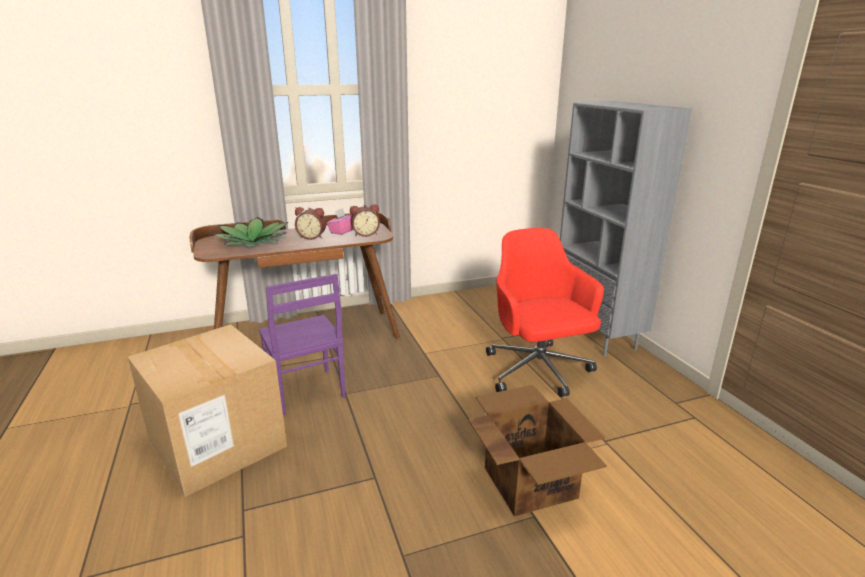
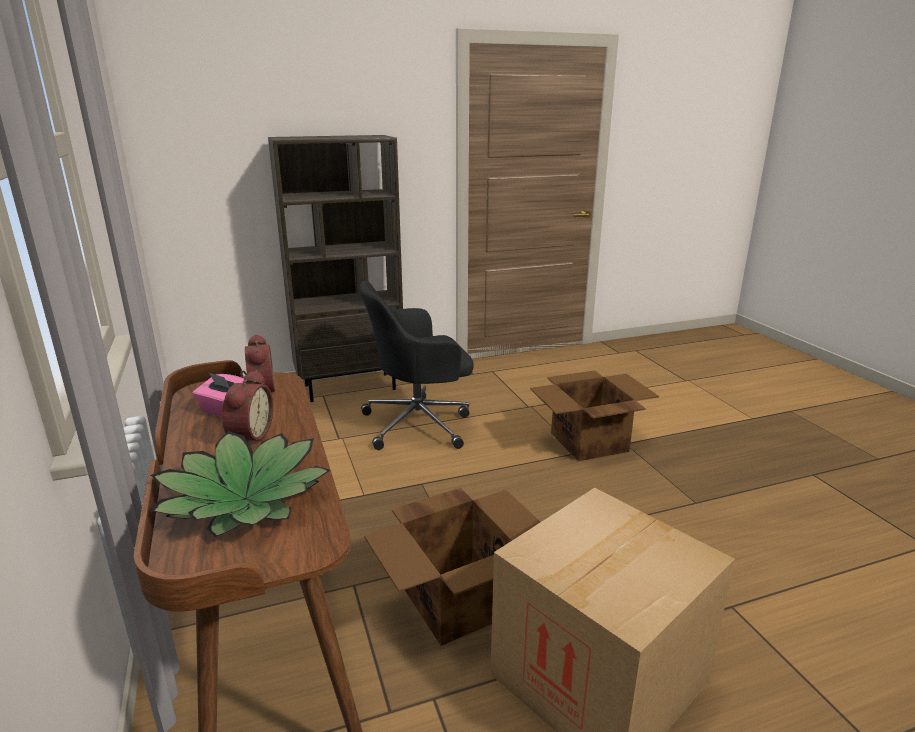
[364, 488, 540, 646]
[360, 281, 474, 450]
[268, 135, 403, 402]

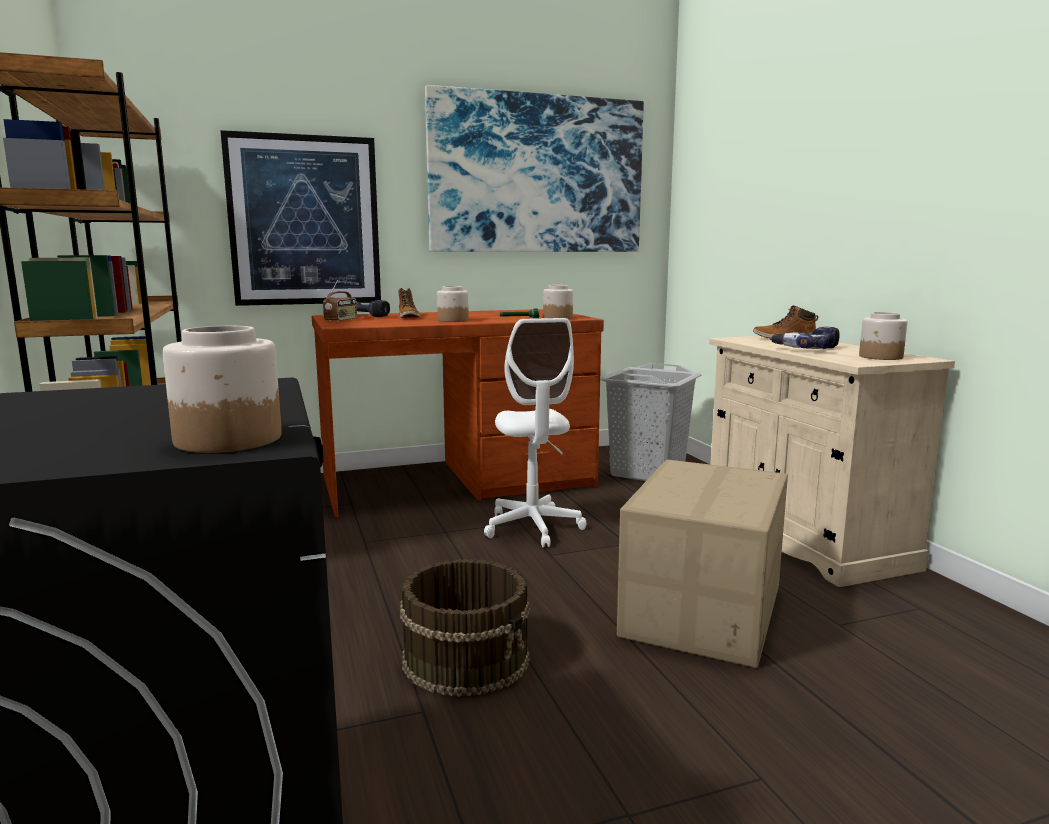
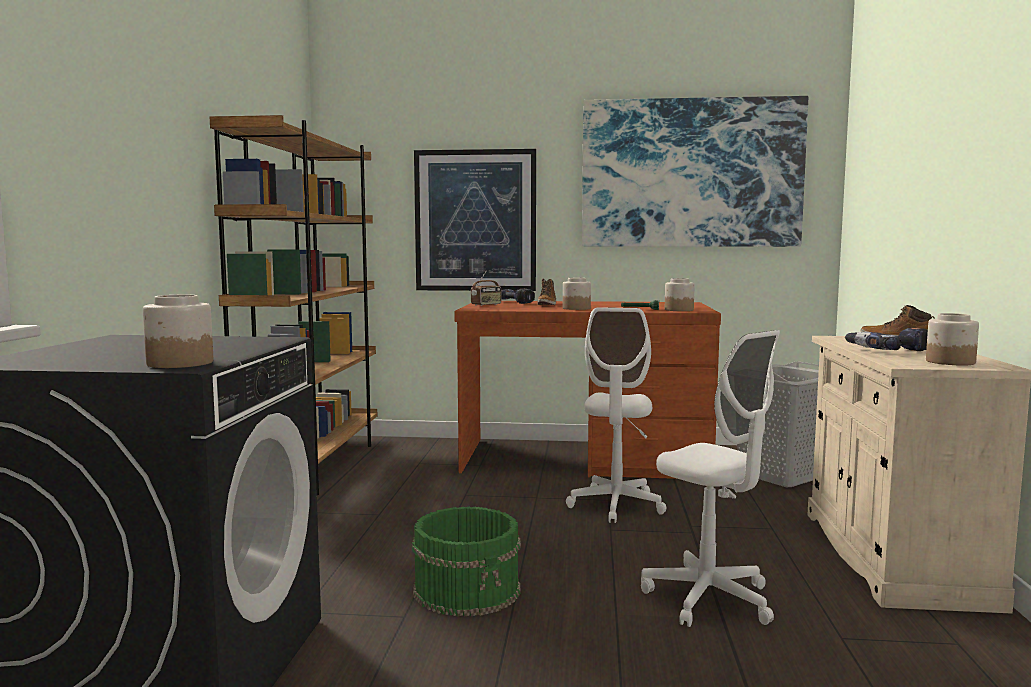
[412, 506, 521, 617]
[641, 330, 780, 627]

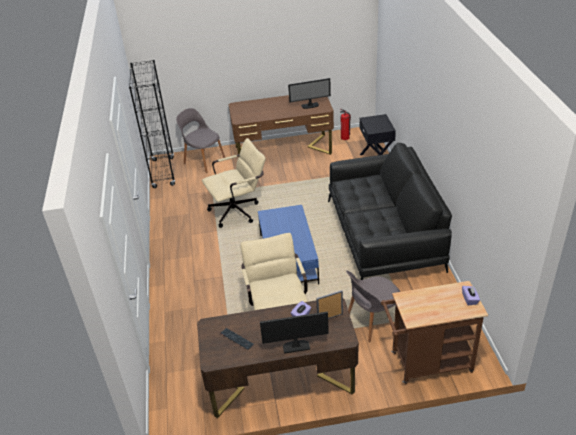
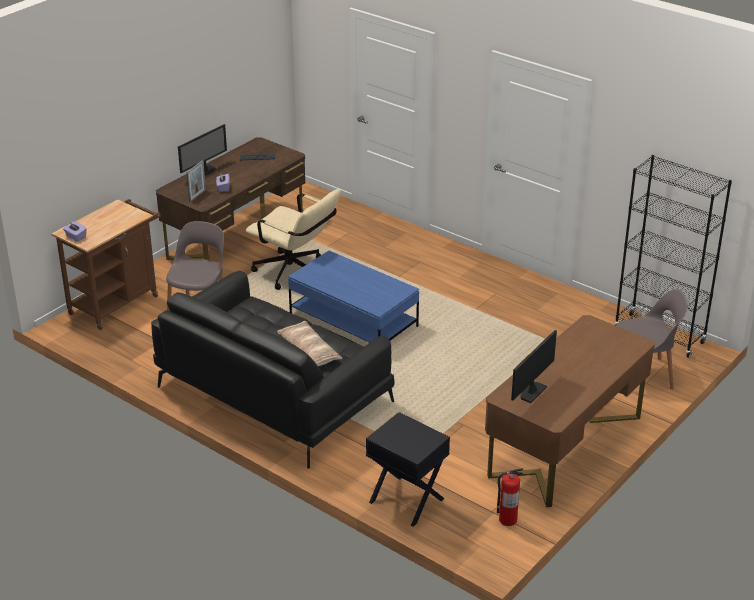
[202, 138, 266, 228] (first image)
[277, 321, 342, 366]

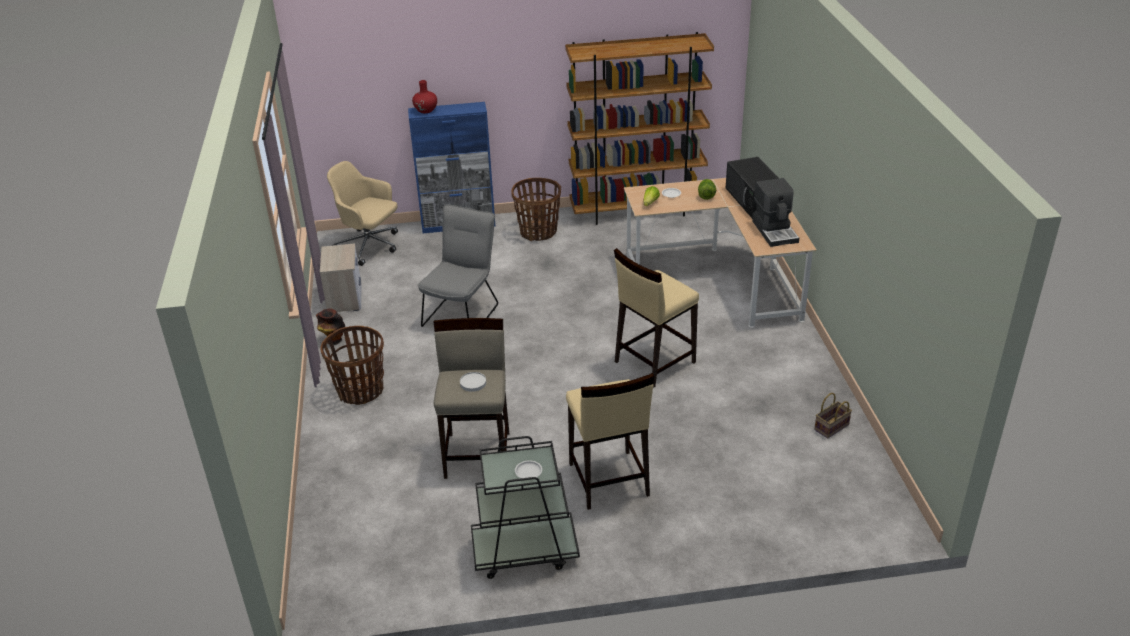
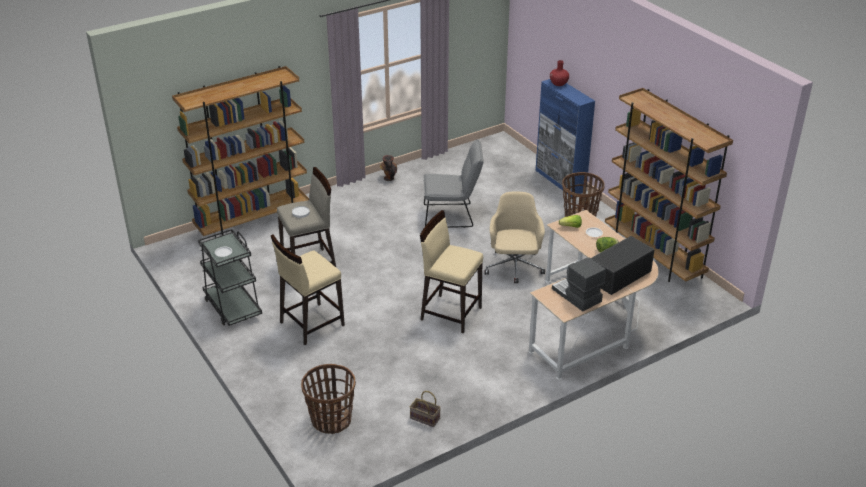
[320, 243, 362, 312] (first image)
[301, 364, 356, 434]
[485, 191, 545, 283]
[552, 257, 606, 312]
[172, 66, 309, 236]

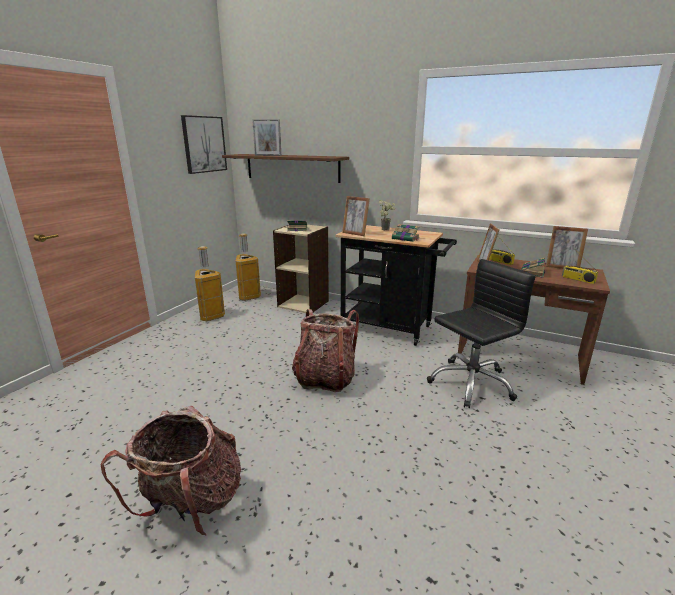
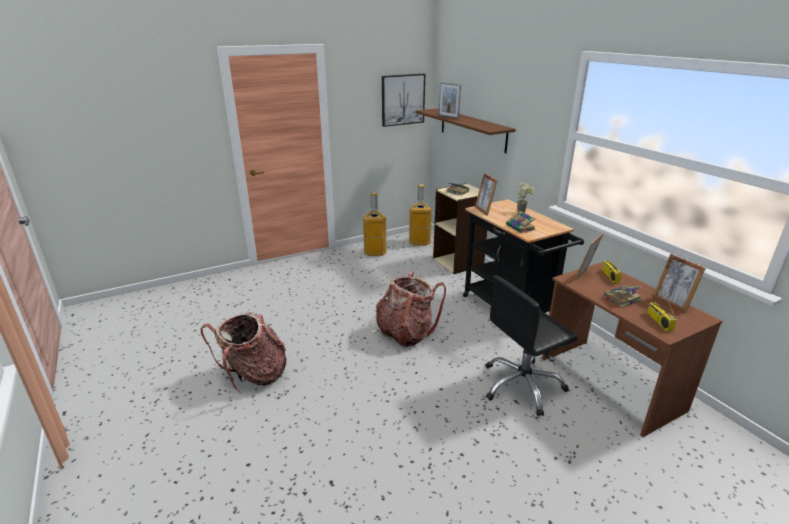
[485, 275, 578, 416]

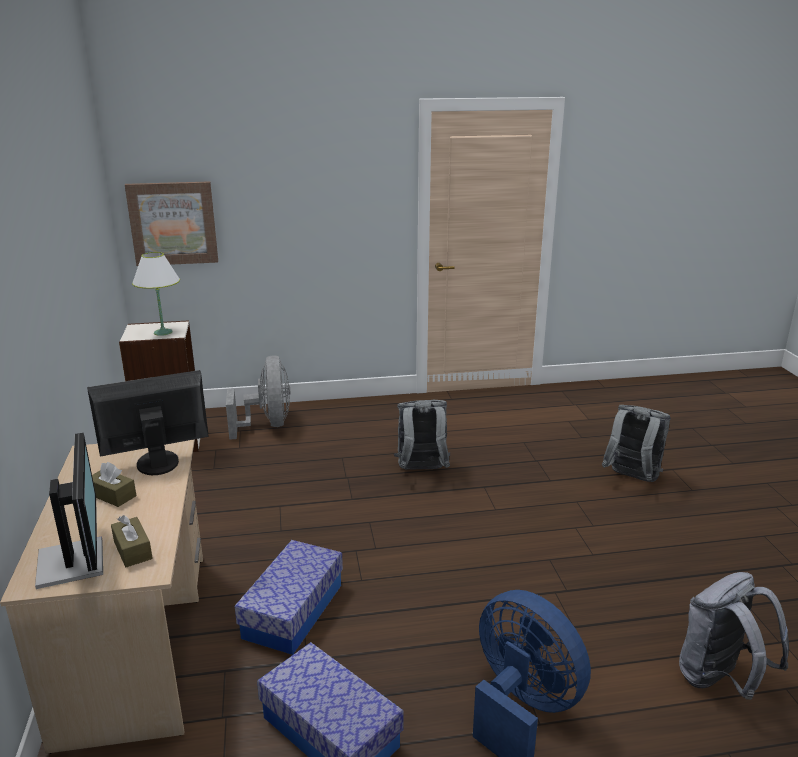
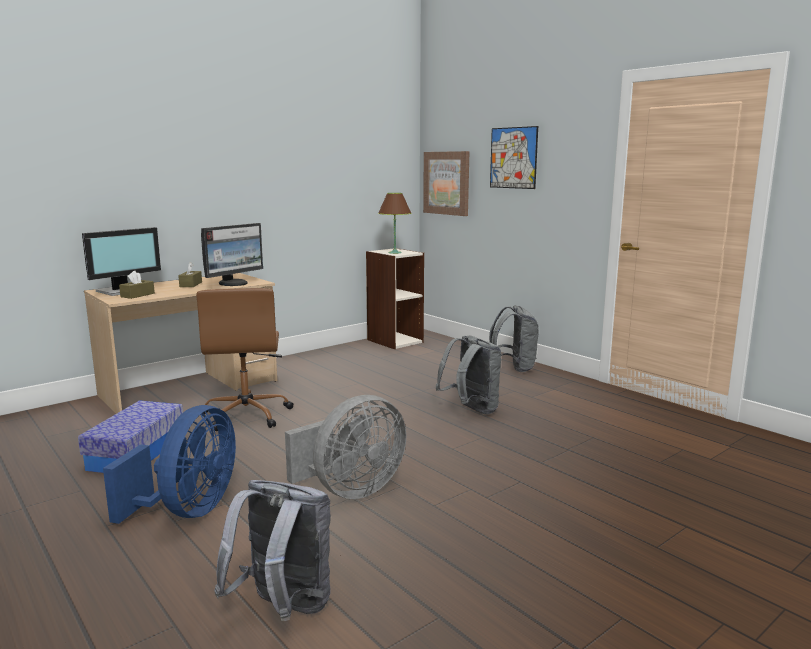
[201, 223, 263, 286]
[378, 193, 411, 254]
[285, 395, 406, 499]
[196, 288, 294, 431]
[489, 305, 539, 372]
[490, 126, 538, 189]

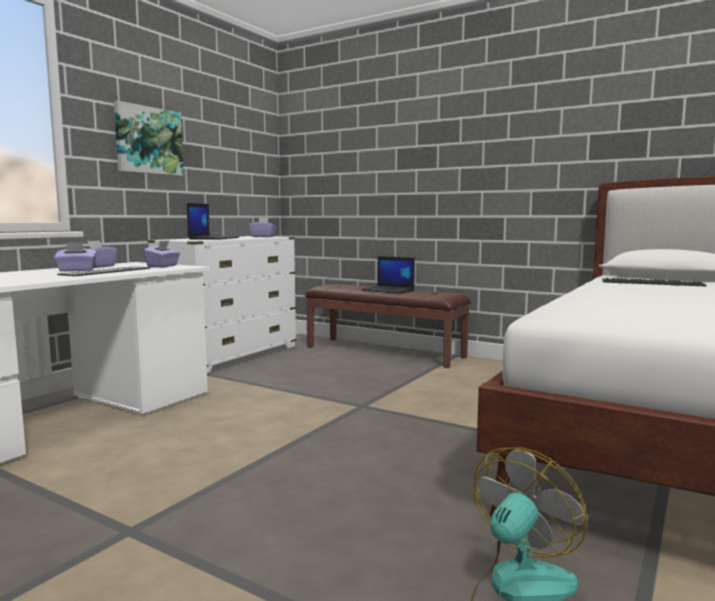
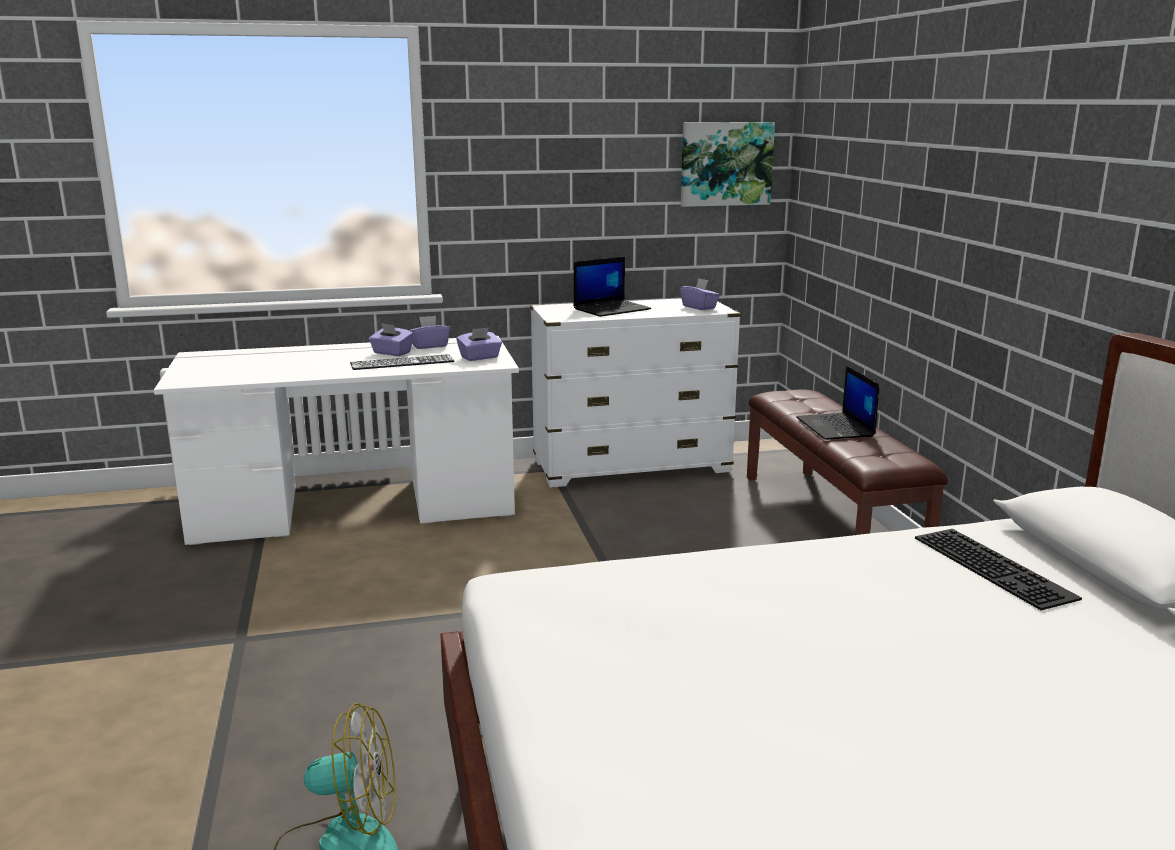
[681, 122, 775, 207]

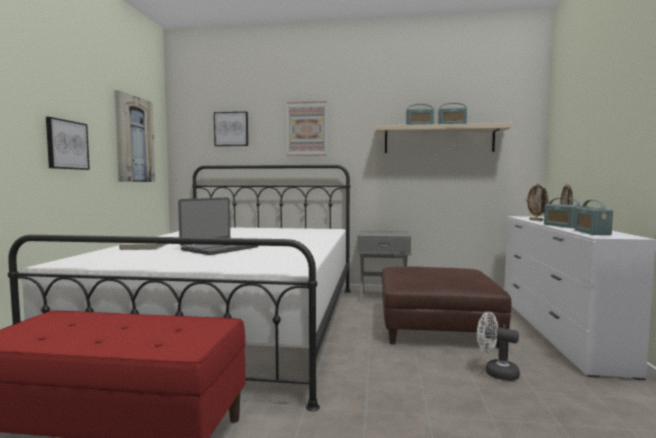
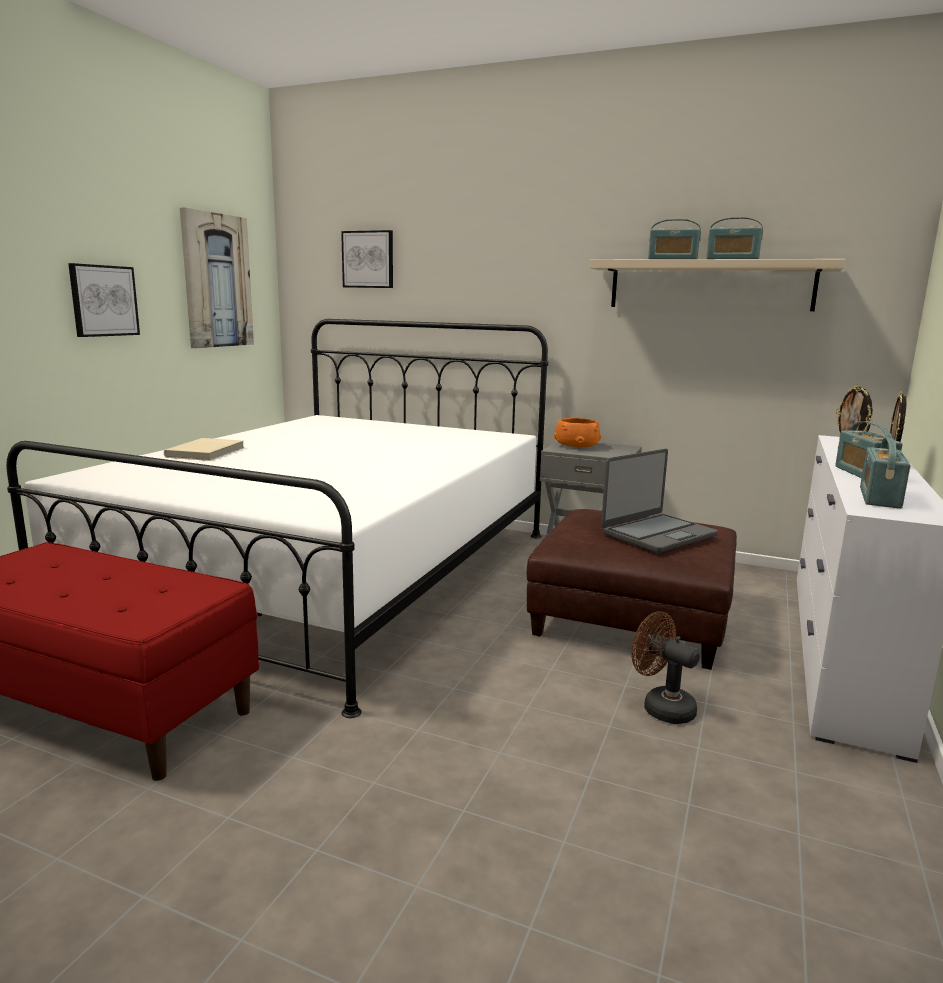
[601, 449, 718, 553]
[287, 101, 327, 156] (first image)
[631, 611, 700, 724]
[554, 418, 601, 447]

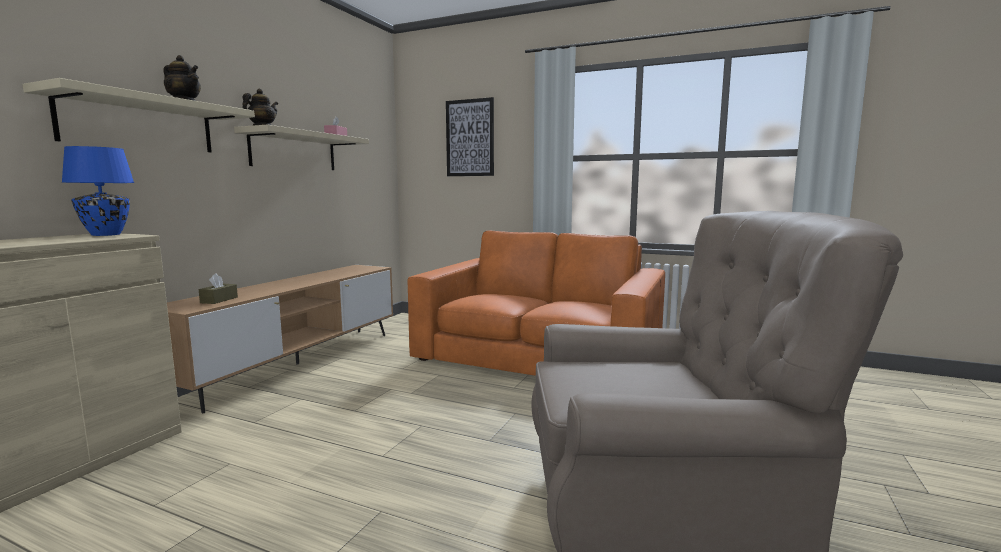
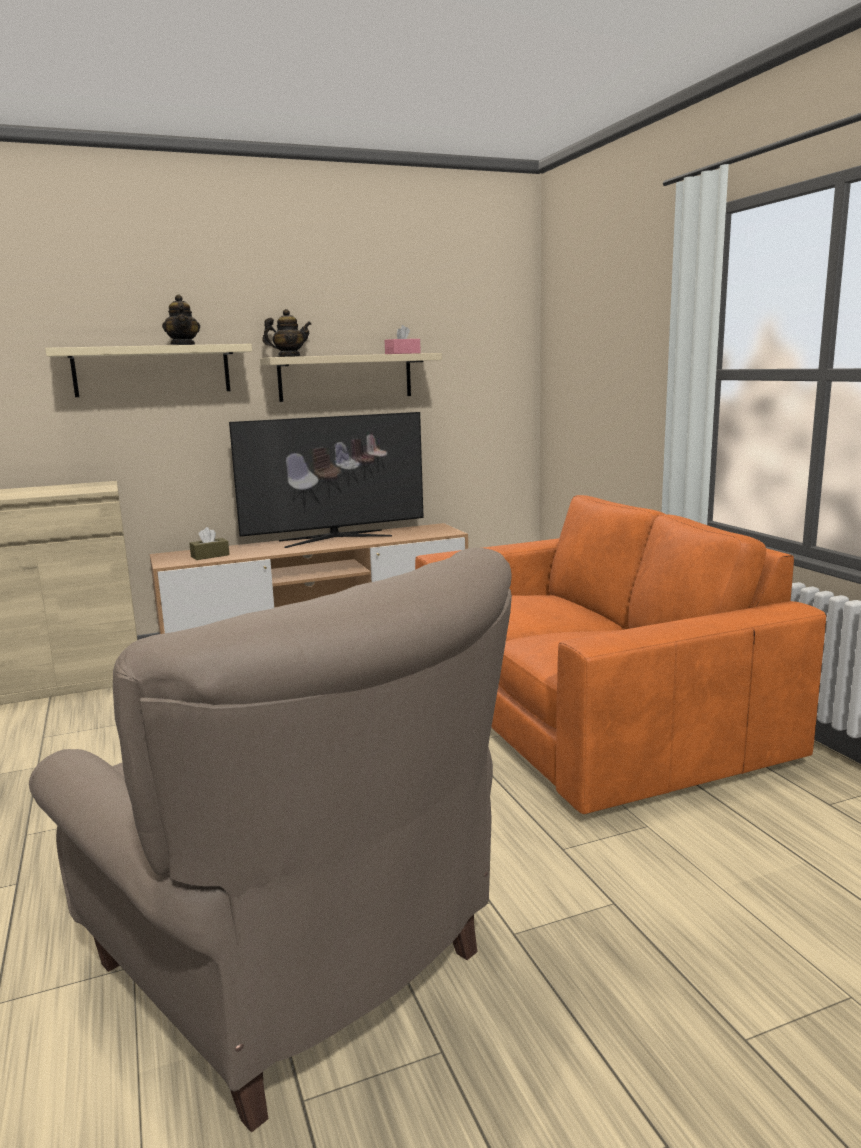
[62, 146, 134, 236] (first image)
[446, 97, 494, 176] (first image)
[229, 412, 424, 548]

